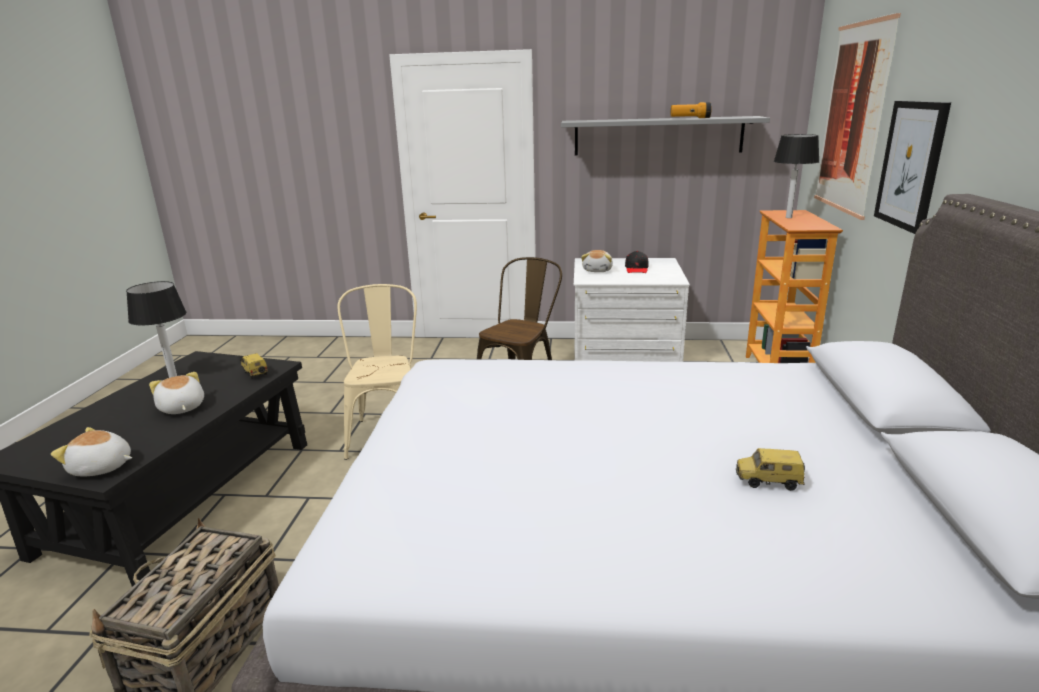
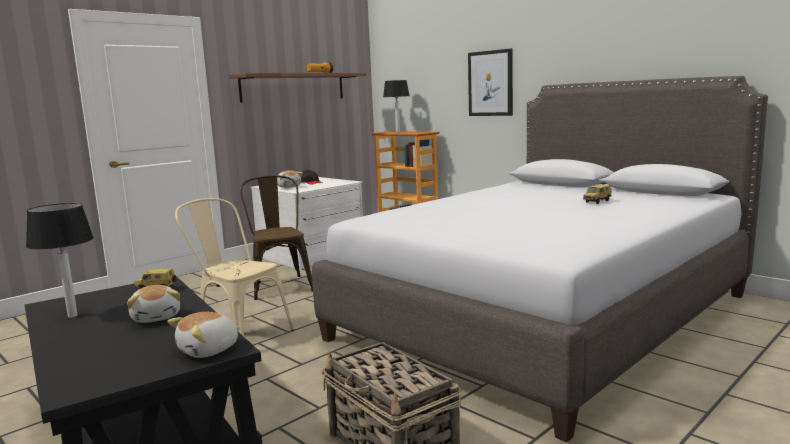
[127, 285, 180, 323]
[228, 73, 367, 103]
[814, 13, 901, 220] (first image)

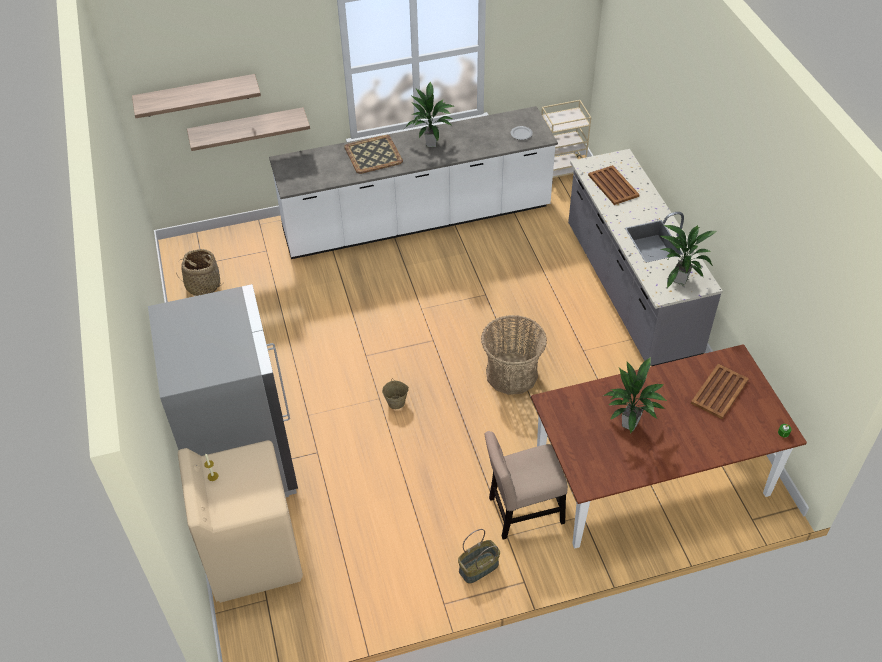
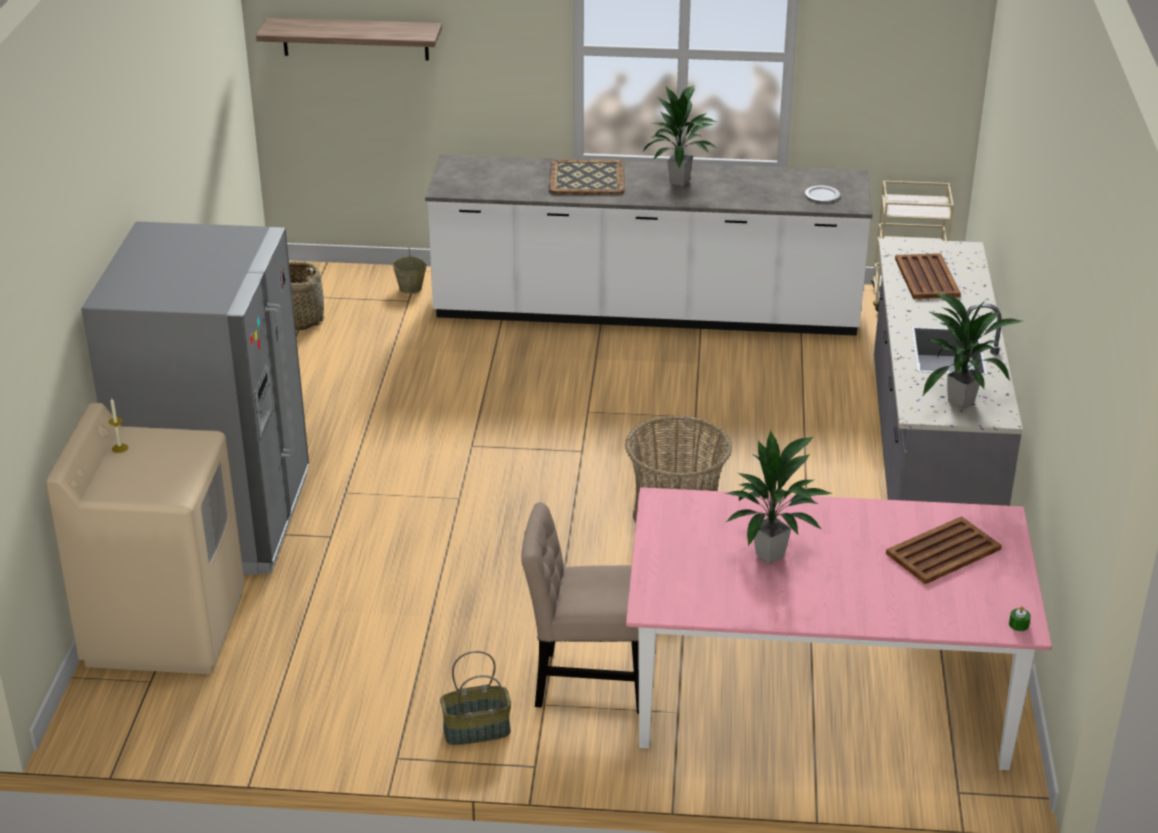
[187, 107, 310, 151] (first image)
[392, 249, 427, 294]
[626, 487, 1052, 770]

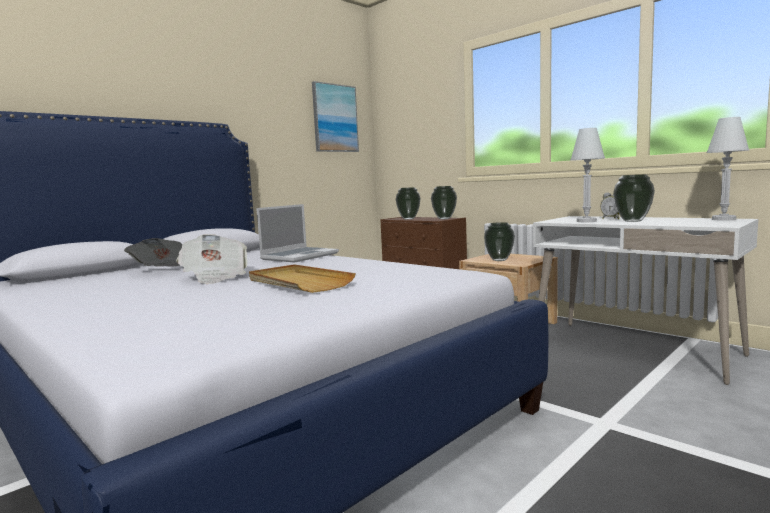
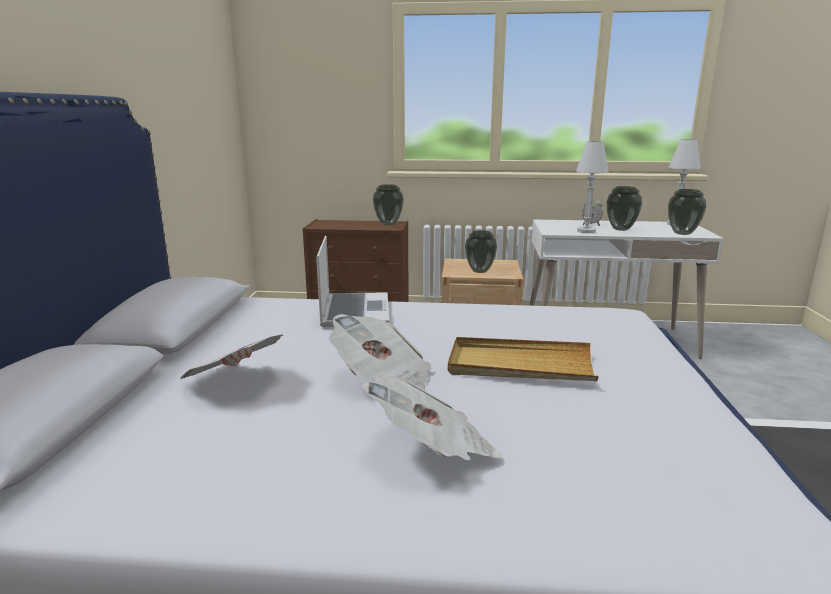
[312, 81, 359, 152] (first image)
[668, 189, 706, 235]
[362, 377, 502, 461]

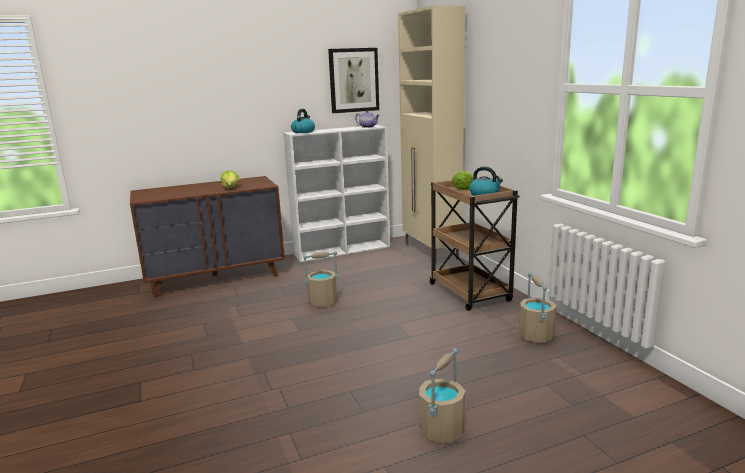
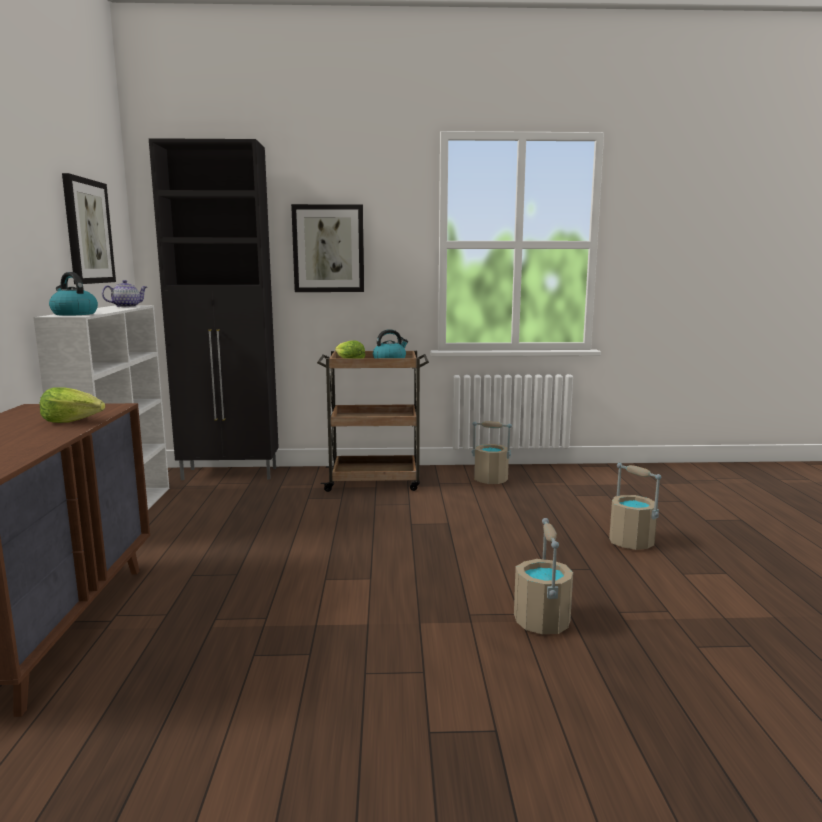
[514, 518, 573, 634]
[149, 138, 279, 480]
[291, 204, 364, 292]

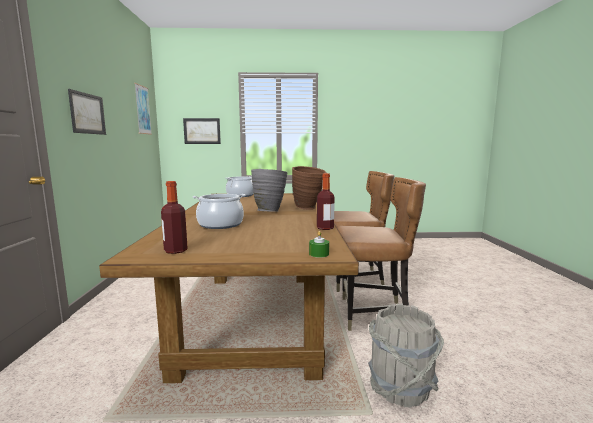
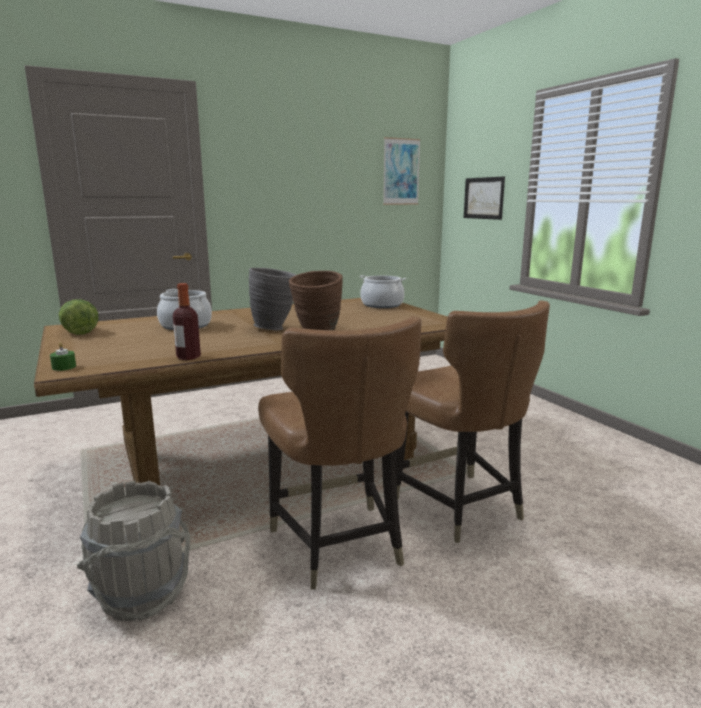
[68, 89, 106, 135] (first image)
[59, 299, 99, 335]

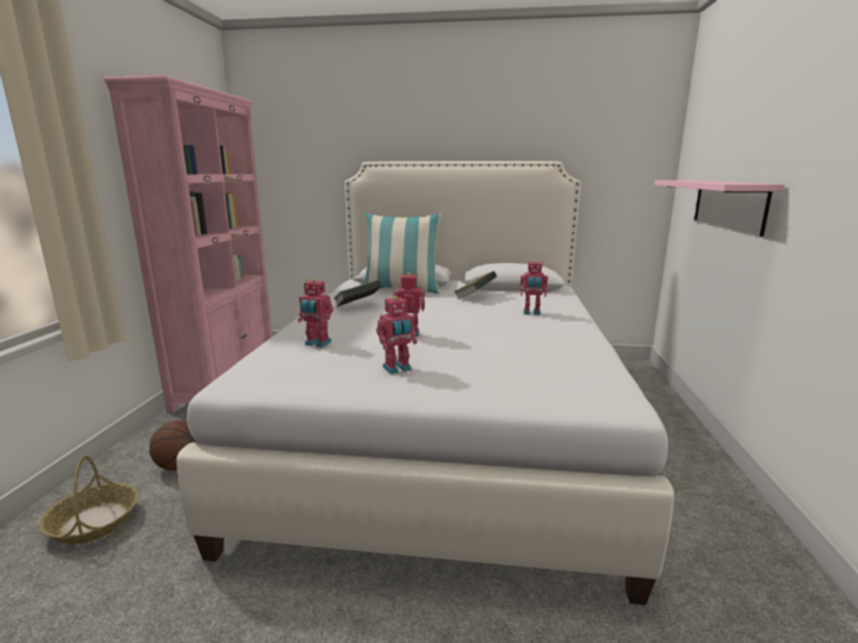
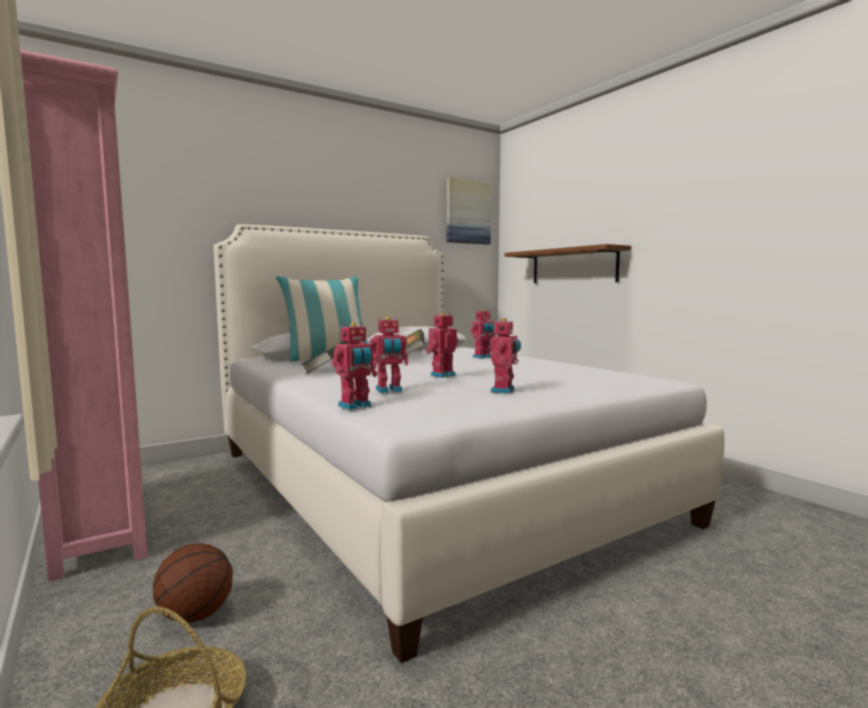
[505, 244, 631, 283]
[332, 322, 378, 410]
[447, 177, 491, 245]

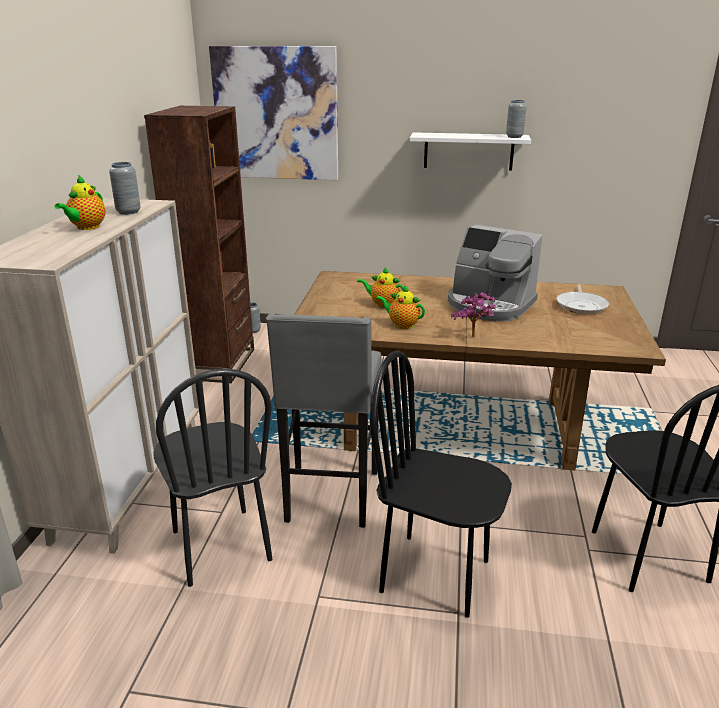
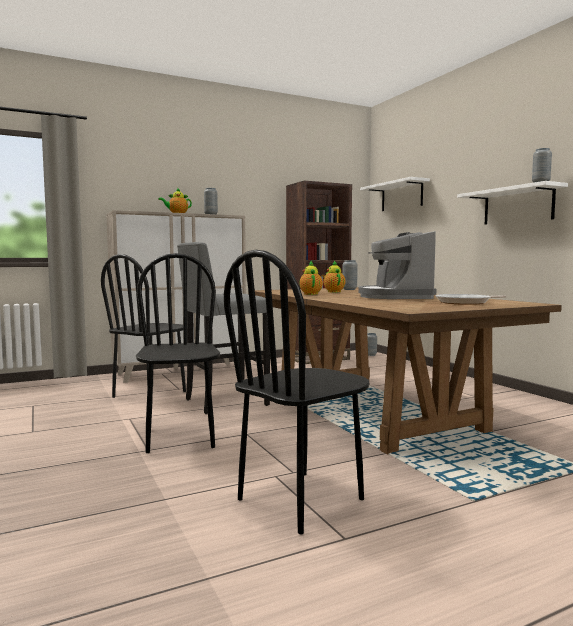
[360, 177, 430, 211]
[451, 292, 496, 337] (first image)
[342, 260, 358, 290]

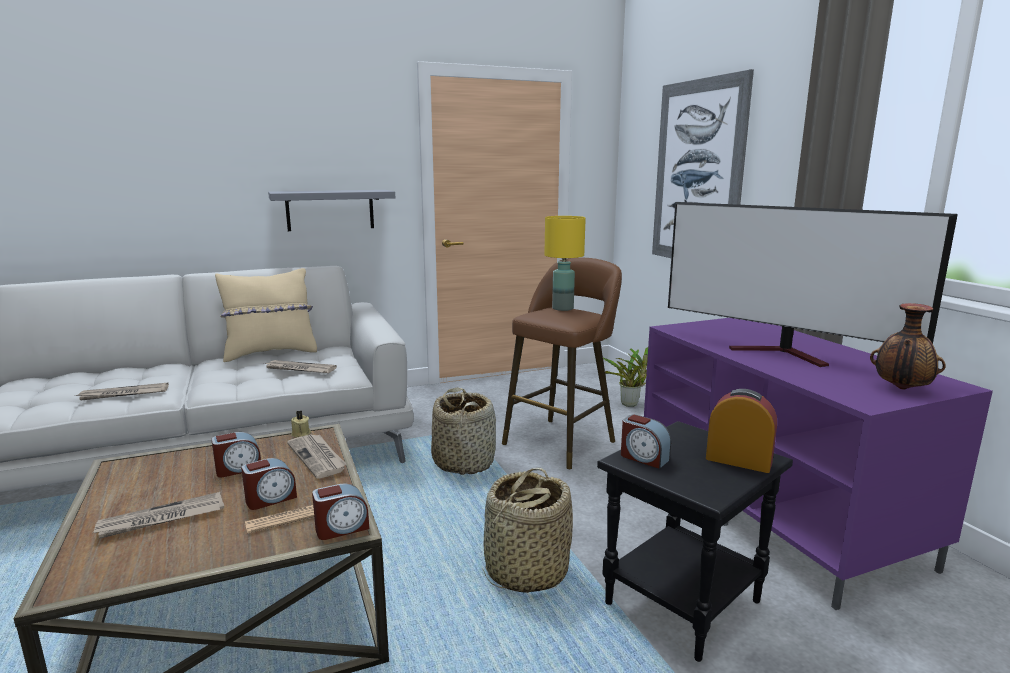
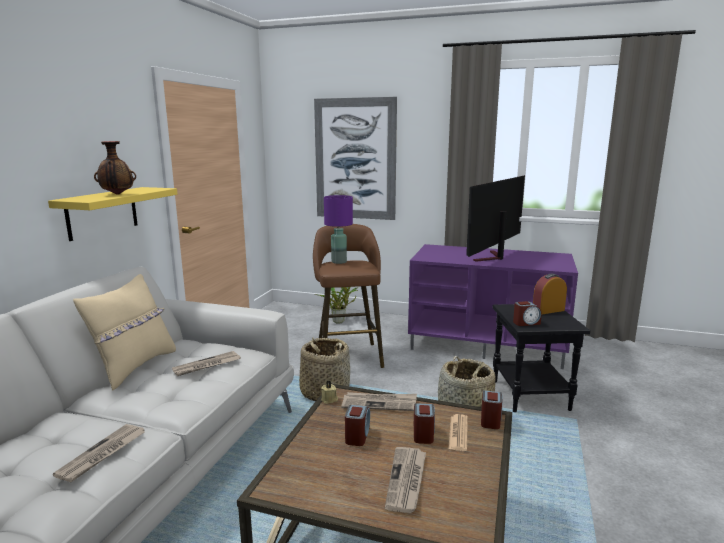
[48, 187, 178, 241]
[324, 195, 353, 264]
[466, 175, 525, 262]
[94, 141, 136, 195]

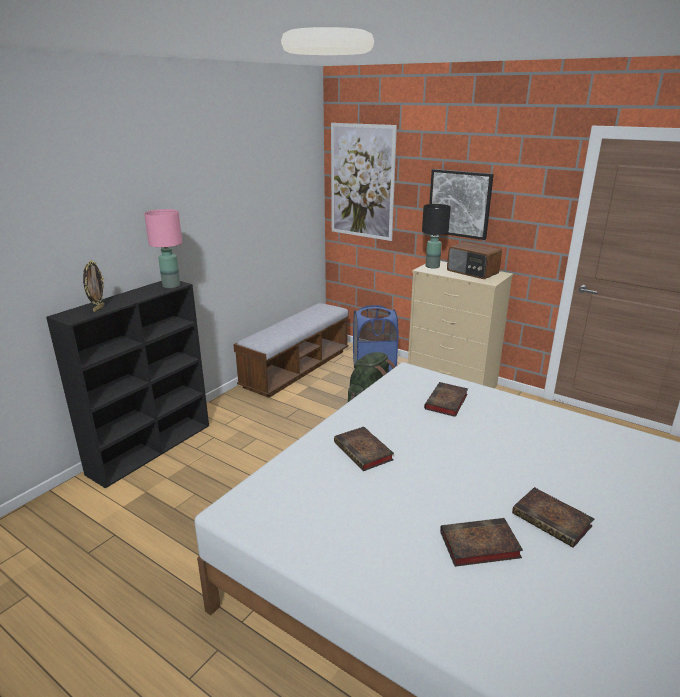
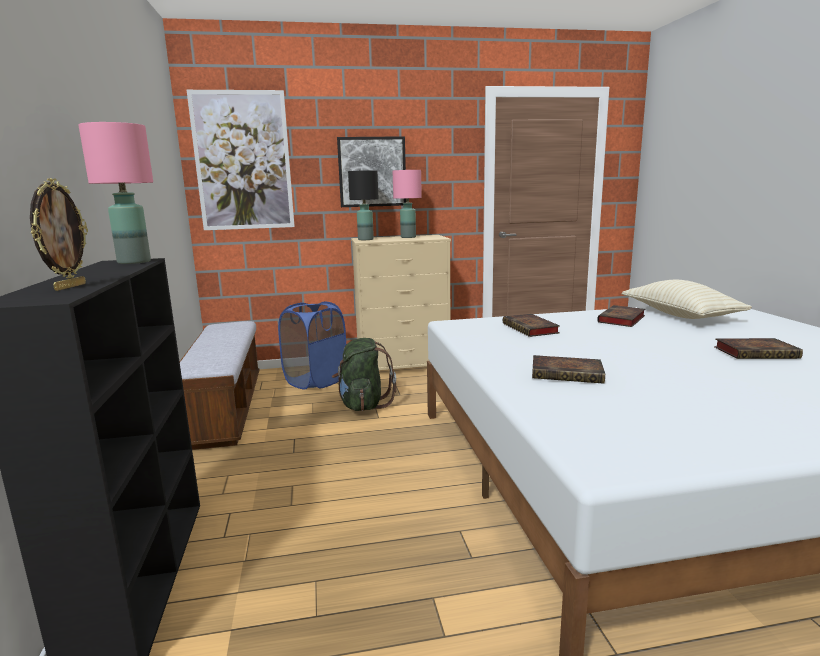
[30, 178, 88, 291]
[597, 305, 645, 327]
[393, 170, 422, 238]
[622, 280, 752, 319]

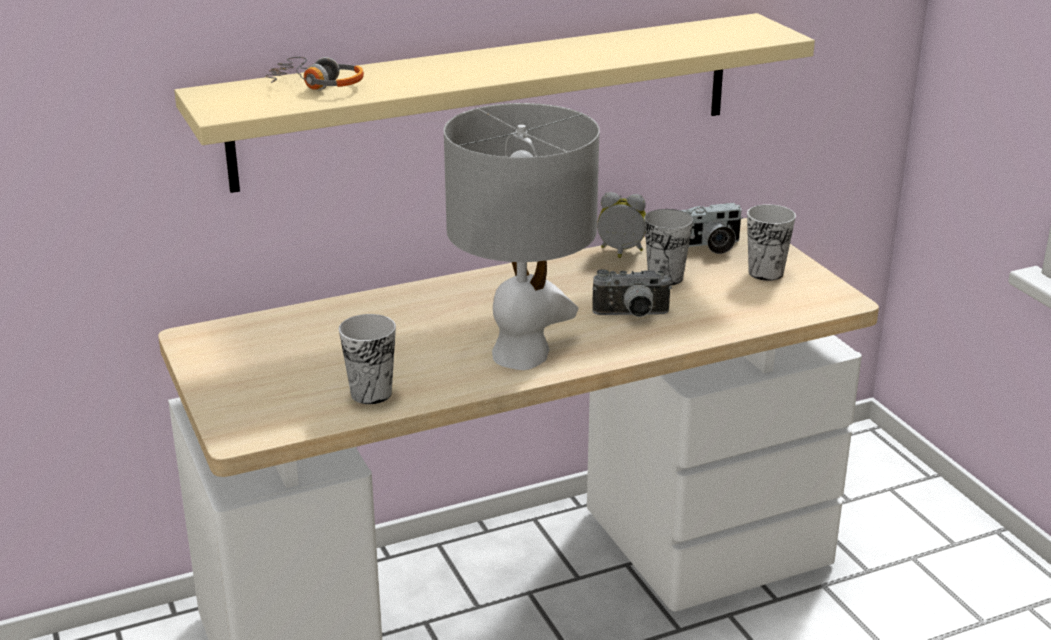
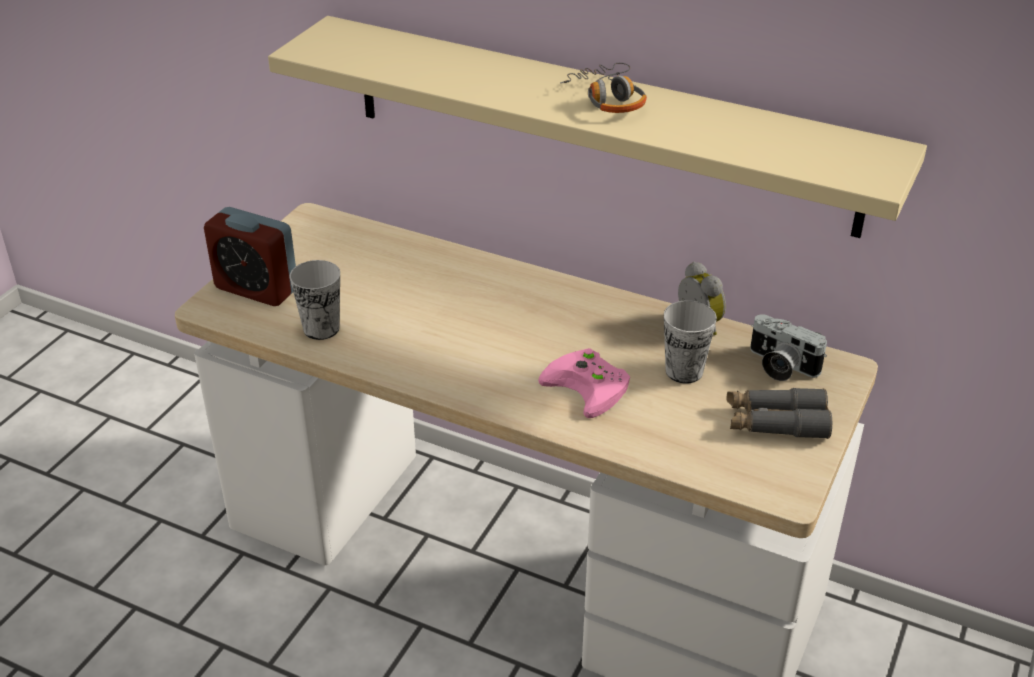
[560, 63, 647, 113]
[444, 103, 600, 370] (first image)
[538, 348, 630, 418]
[726, 388, 832, 439]
[204, 207, 296, 306]

